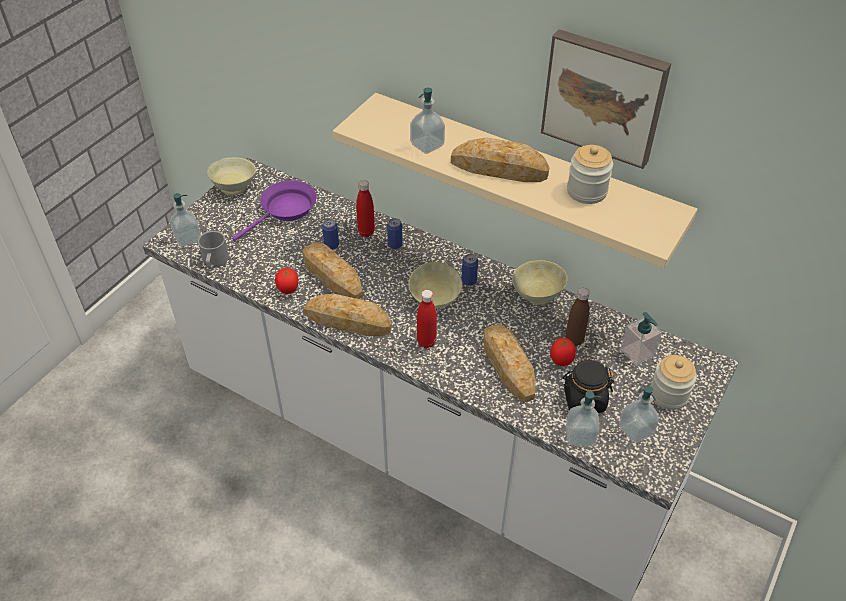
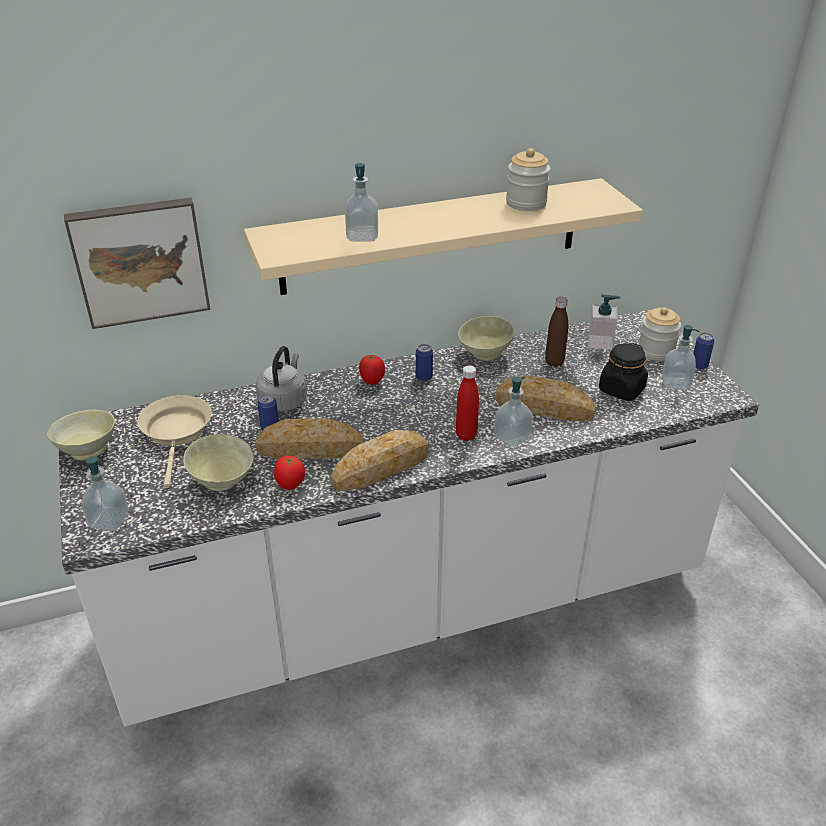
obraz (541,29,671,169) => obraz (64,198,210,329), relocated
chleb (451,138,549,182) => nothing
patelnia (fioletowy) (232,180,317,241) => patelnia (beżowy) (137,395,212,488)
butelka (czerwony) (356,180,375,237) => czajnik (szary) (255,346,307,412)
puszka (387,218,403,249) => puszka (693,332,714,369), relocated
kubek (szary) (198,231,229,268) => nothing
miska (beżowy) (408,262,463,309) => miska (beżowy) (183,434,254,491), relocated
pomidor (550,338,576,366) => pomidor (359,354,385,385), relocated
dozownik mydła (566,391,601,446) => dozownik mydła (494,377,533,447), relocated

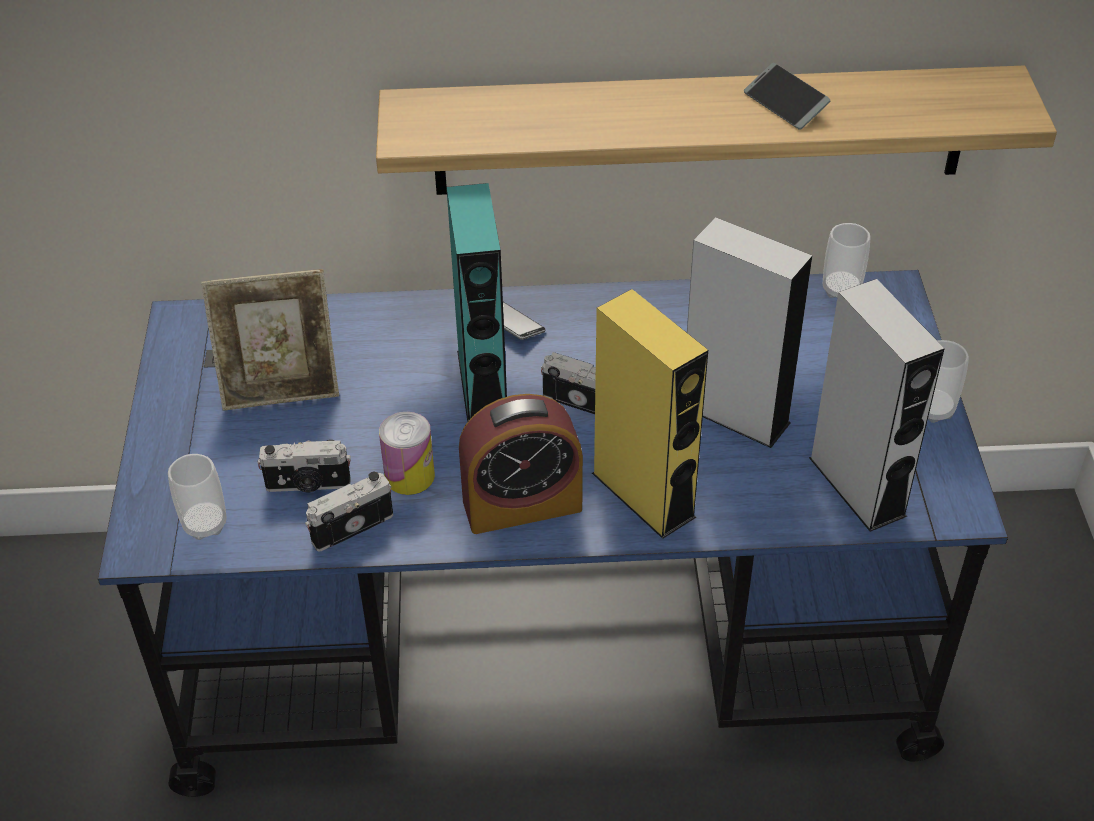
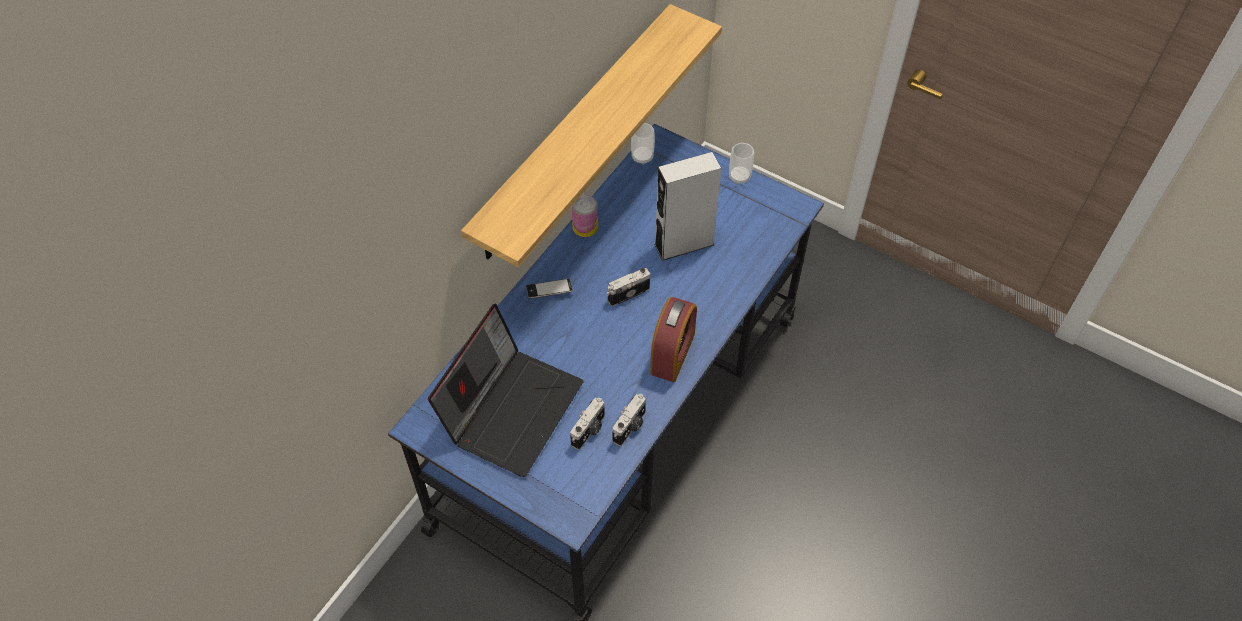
telefon (744,63,830,130) => nothing
głośnik (turkusowy) (446,183,507,422) => nothing
ramka na zdjęcie (201,269,339,411) => laptop (428,304,584,477)
głośnik (szary) (809,279,945,532) => nothing
głośnik (żółty) (592,289,708,539) => nothing
puszka (379,412,435,495) => puszka (571,195,598,237), relocated
filiżanka (168,454,227,540) => nothing
aparat fotograficzny (305,471,393,551) => aparat fotograficzny (612,394,646,446), 150 degrees counterclockwise

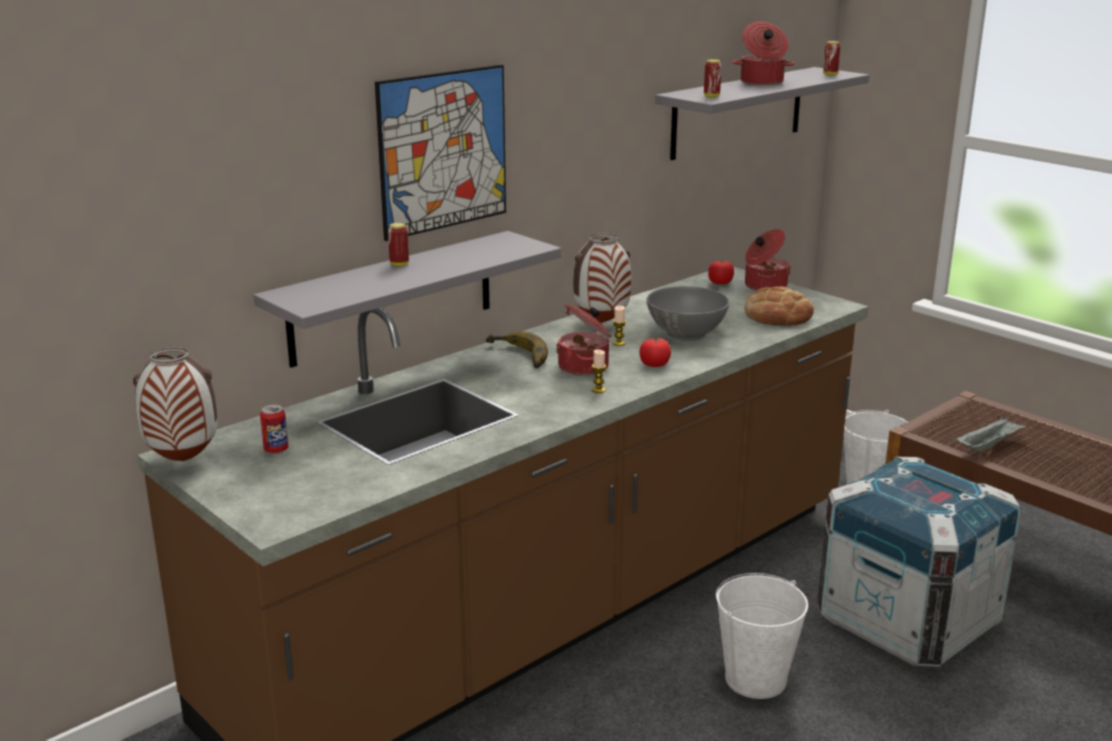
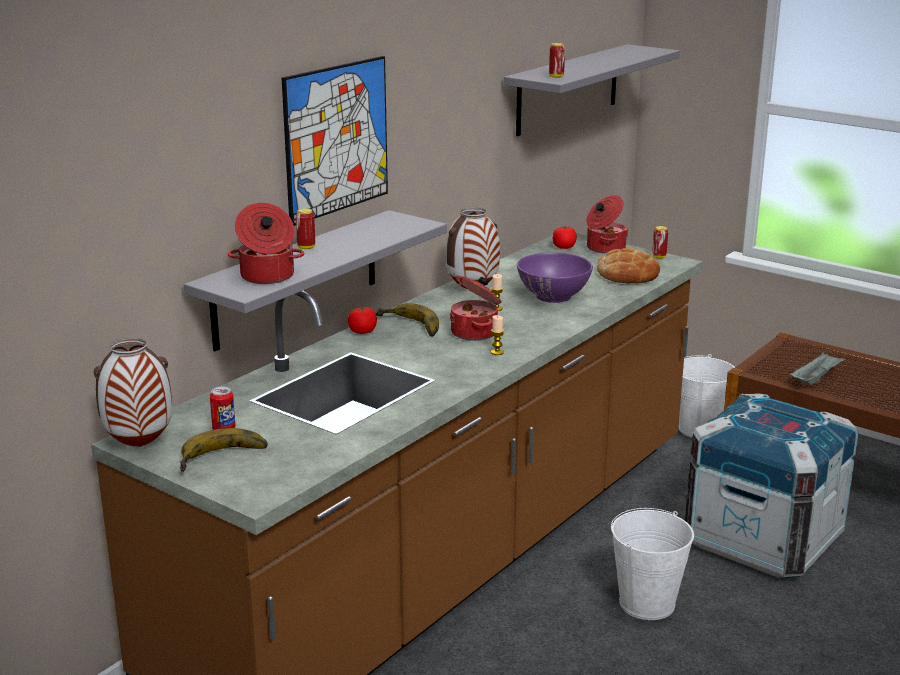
garnek (732,21,794,86) => garnek (228,203,305,284), relocated
puszka (823,41,840,75) => puszka (652,226,668,259), relocated
miska (szary) (646,286,730,341) => miska (fioletowy) (517,252,593,303)
pomidor (639,338,671,367) => pomidor (348,306,377,334), relocated
nothing => banan (179,428,268,472)

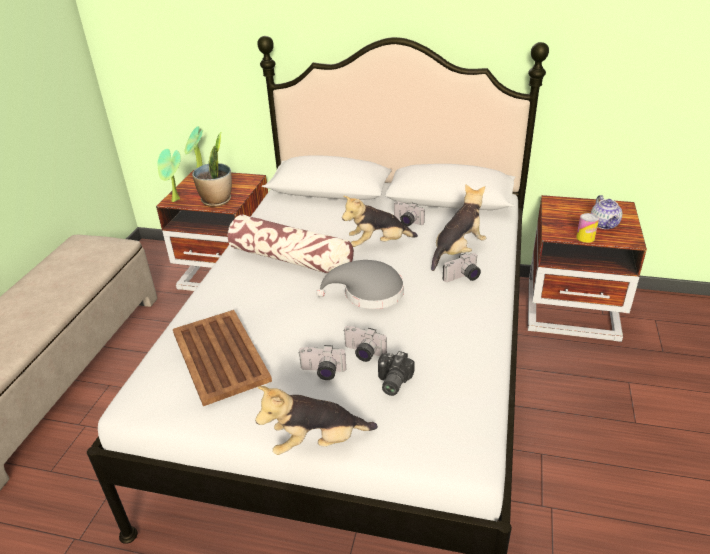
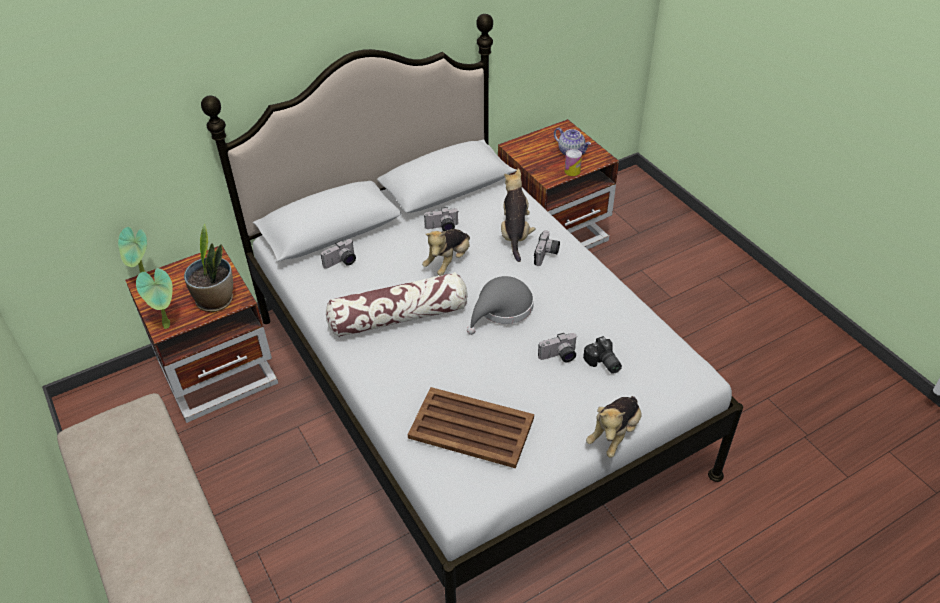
aparat fotograficzny (298,345,346,380) => aparat fotograficzny (321,239,356,269), relocated

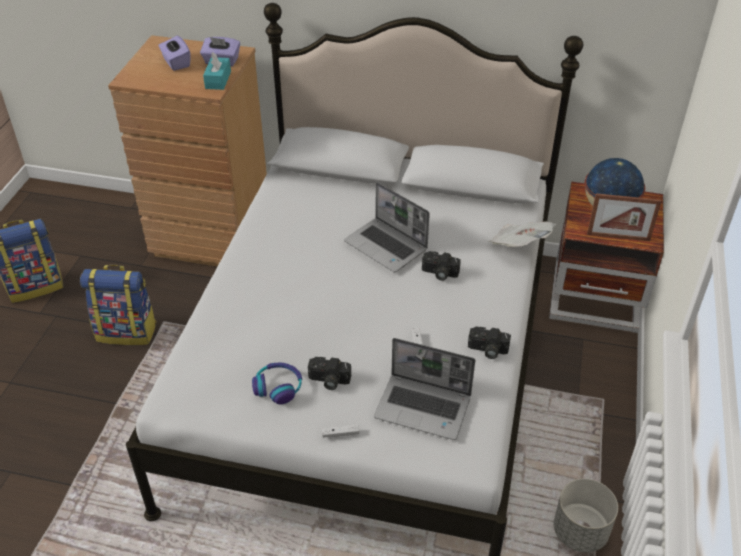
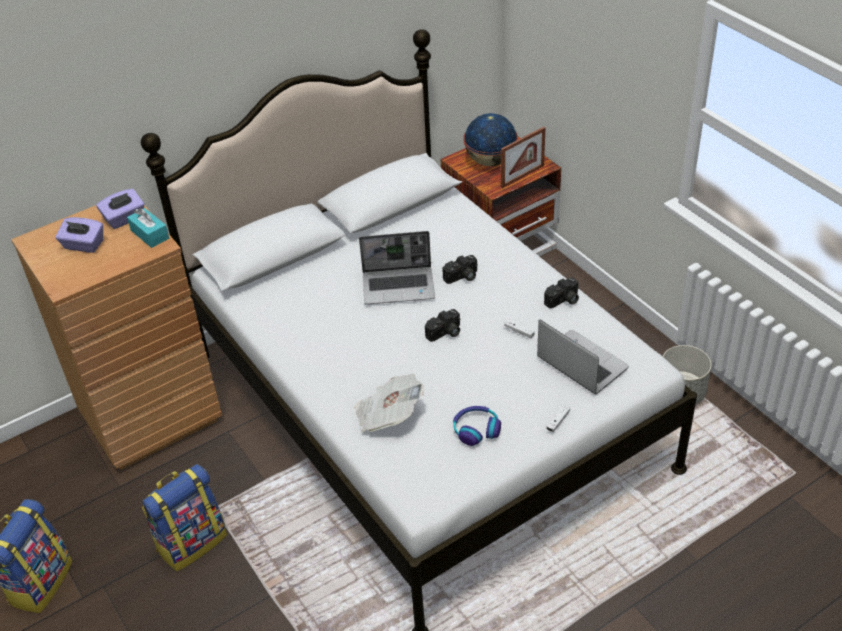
gazeta (489,221,557,247) => gazeta (354,374,424,433), relocated
laptop (374,338,475,440) => laptop (537,320,629,394), 105 degrees counterclockwise
aparat fotograficzny (308,357,351,390) => aparat fotograficzny (425,309,461,342), relocated

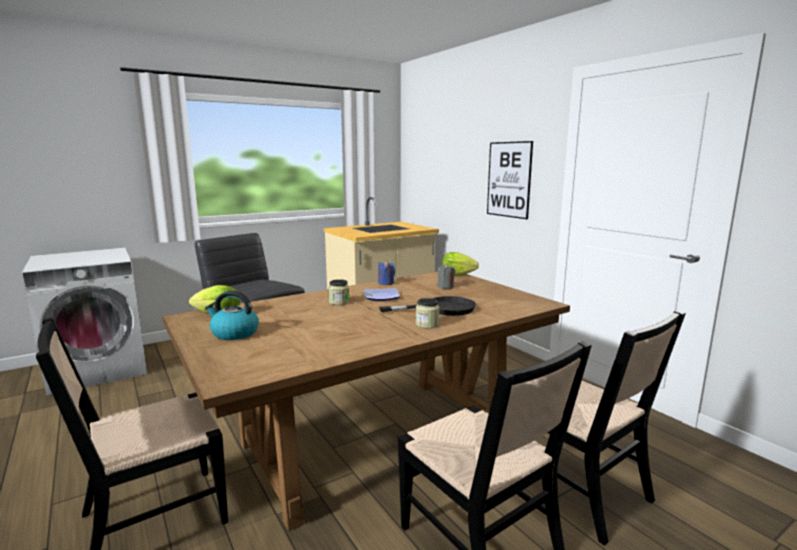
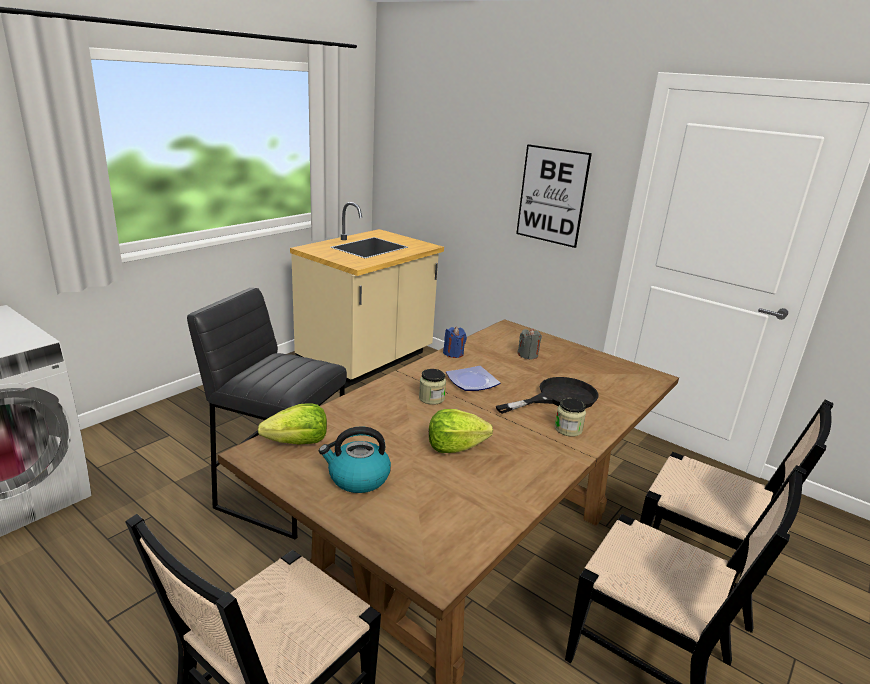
sałata (442,252,479,276) => sałata (429,409,493,453), relocated

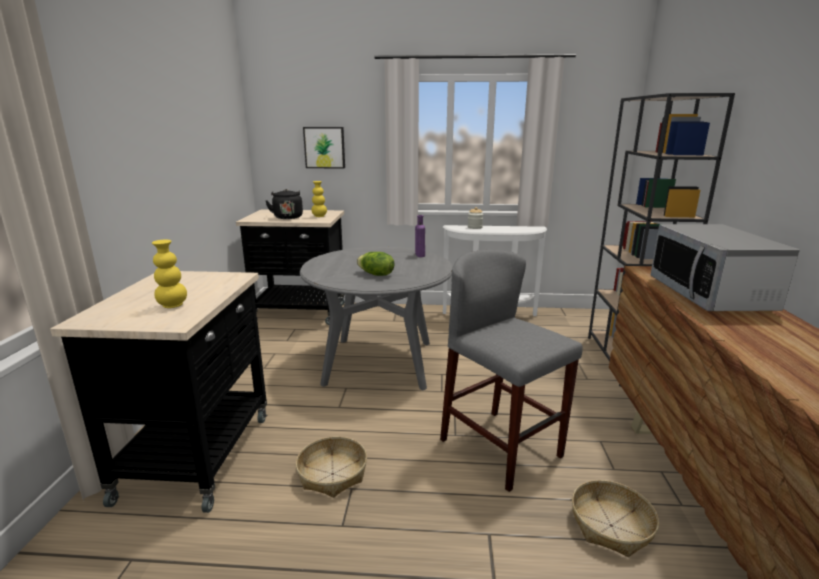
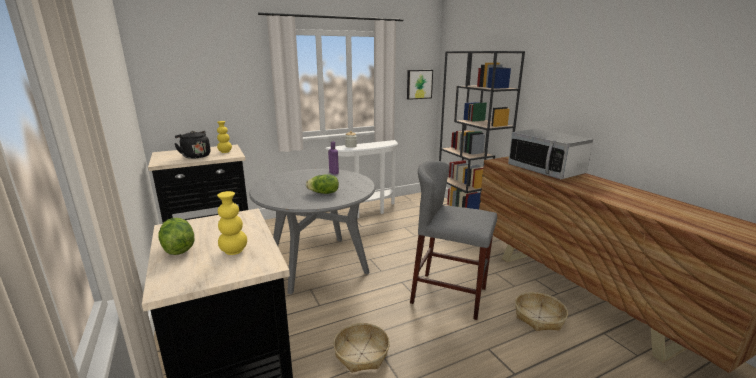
obraz (303,127,345,169) => obraz (407,70,433,100), relocated
nothing => sałata (159,218,195,255)

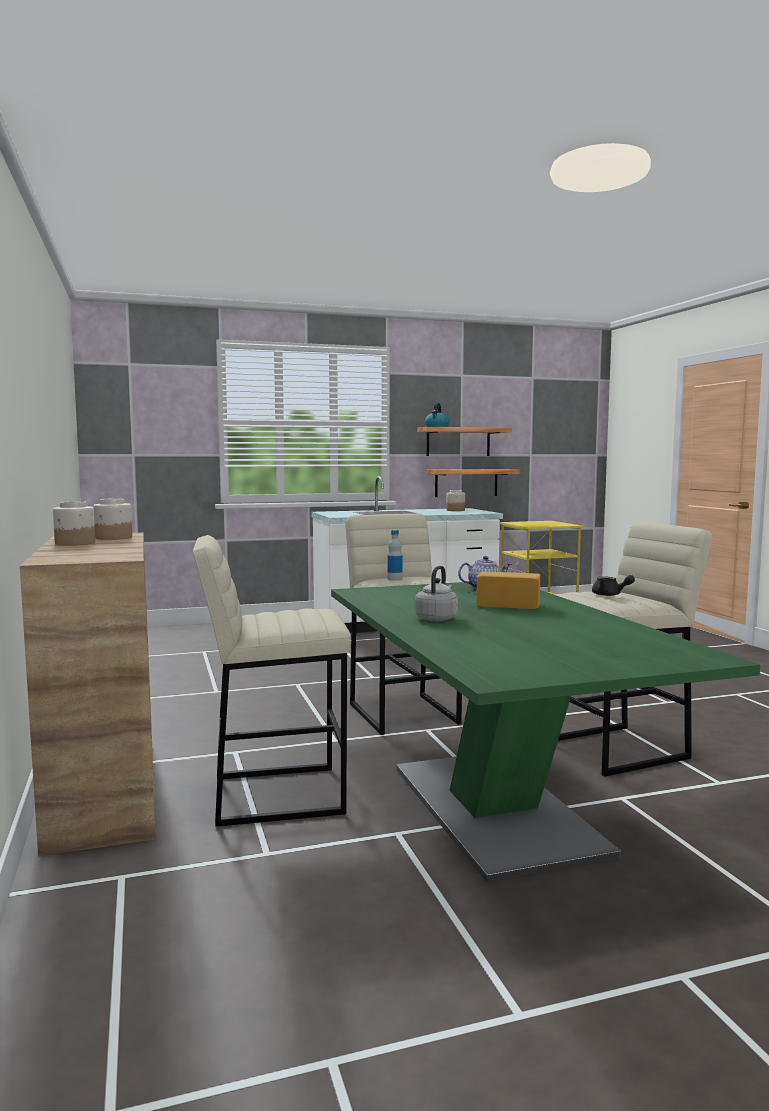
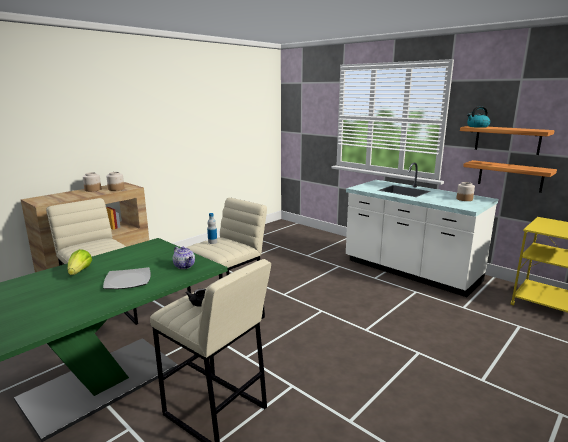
czajnik (szary) (415,566,458,621) => sałata (68,249,92,275)
chleb (476,571,540,609) => talerz (103,267,151,289)

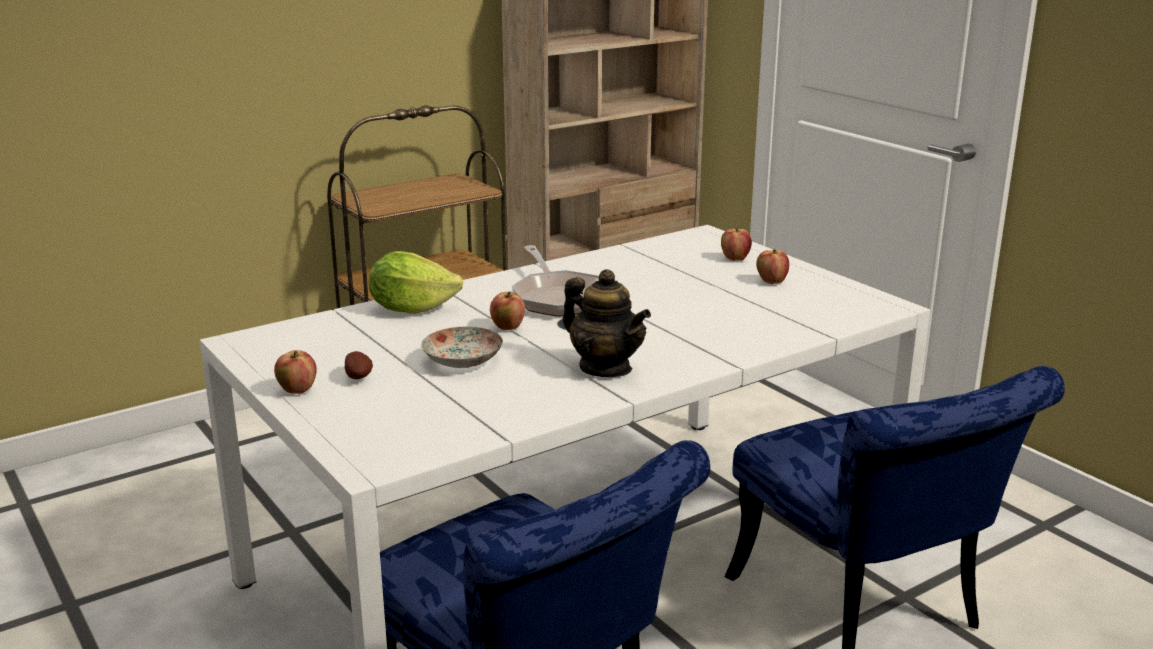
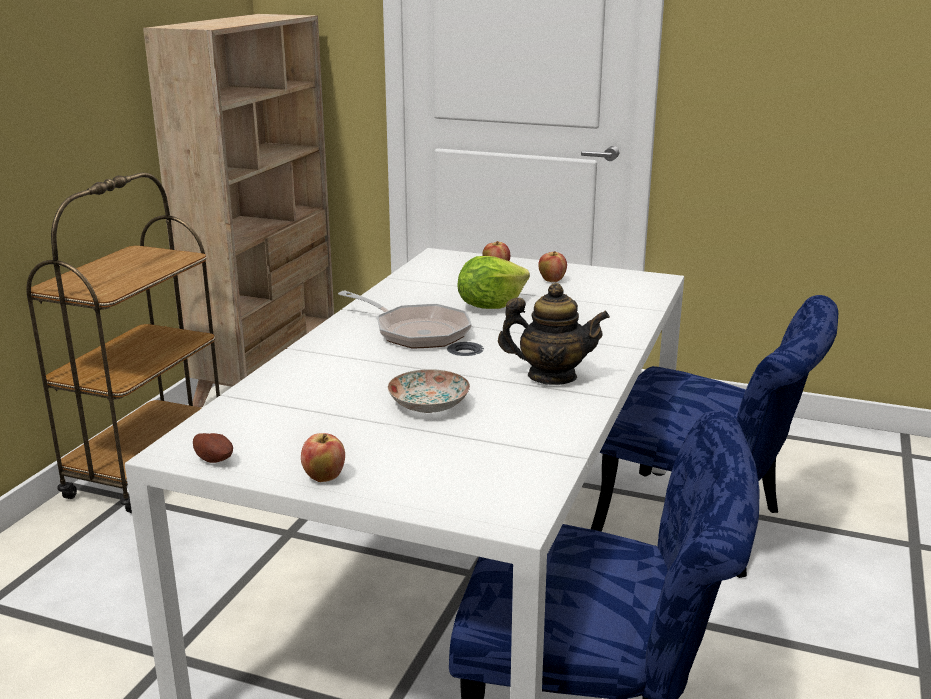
sałata (369,251,463,314) => sałata (457,256,530,309), relocated
jabłko (490,291,525,330) => nothing
ziemniak (344,351,373,379) => ziemniak (193,433,233,463), relocated

